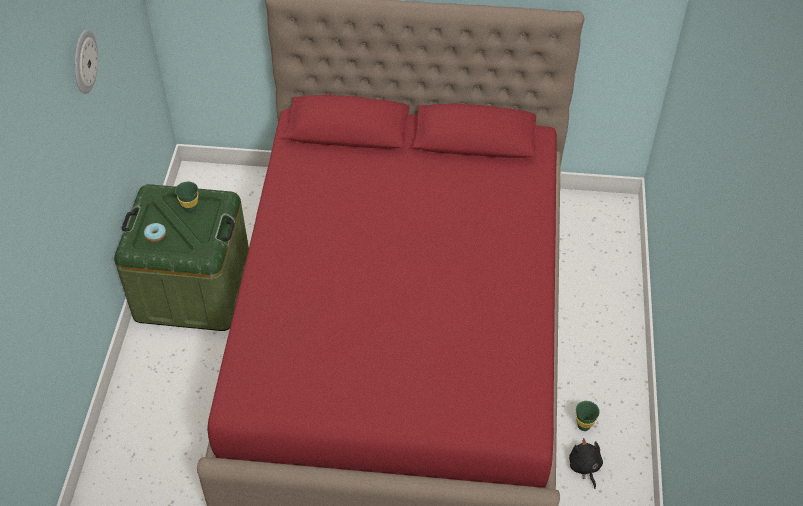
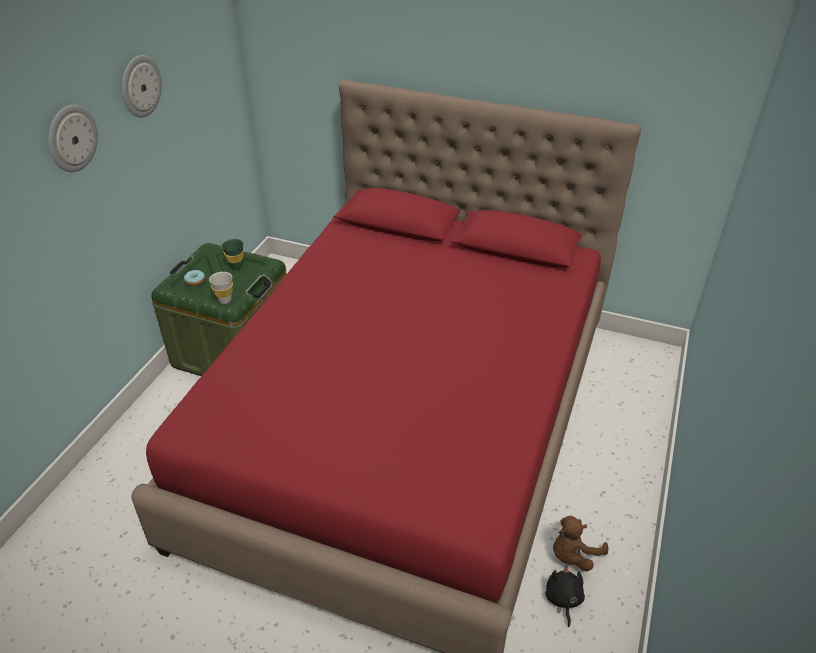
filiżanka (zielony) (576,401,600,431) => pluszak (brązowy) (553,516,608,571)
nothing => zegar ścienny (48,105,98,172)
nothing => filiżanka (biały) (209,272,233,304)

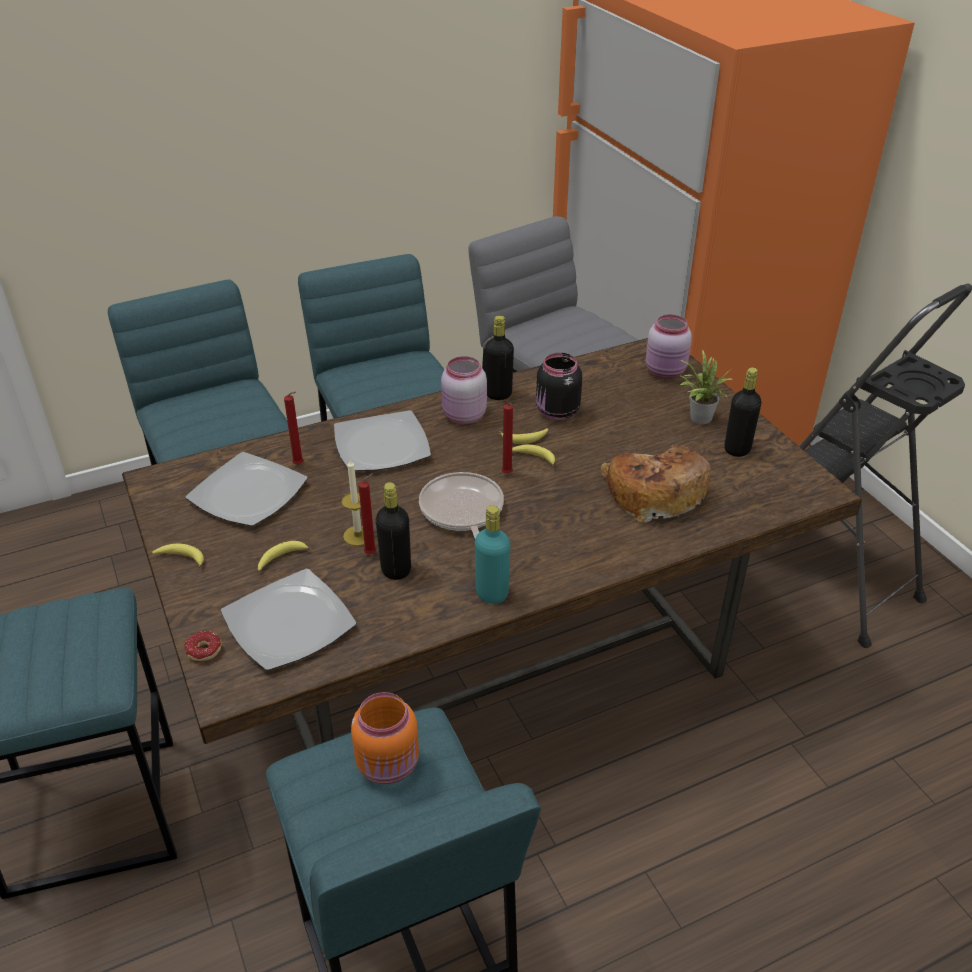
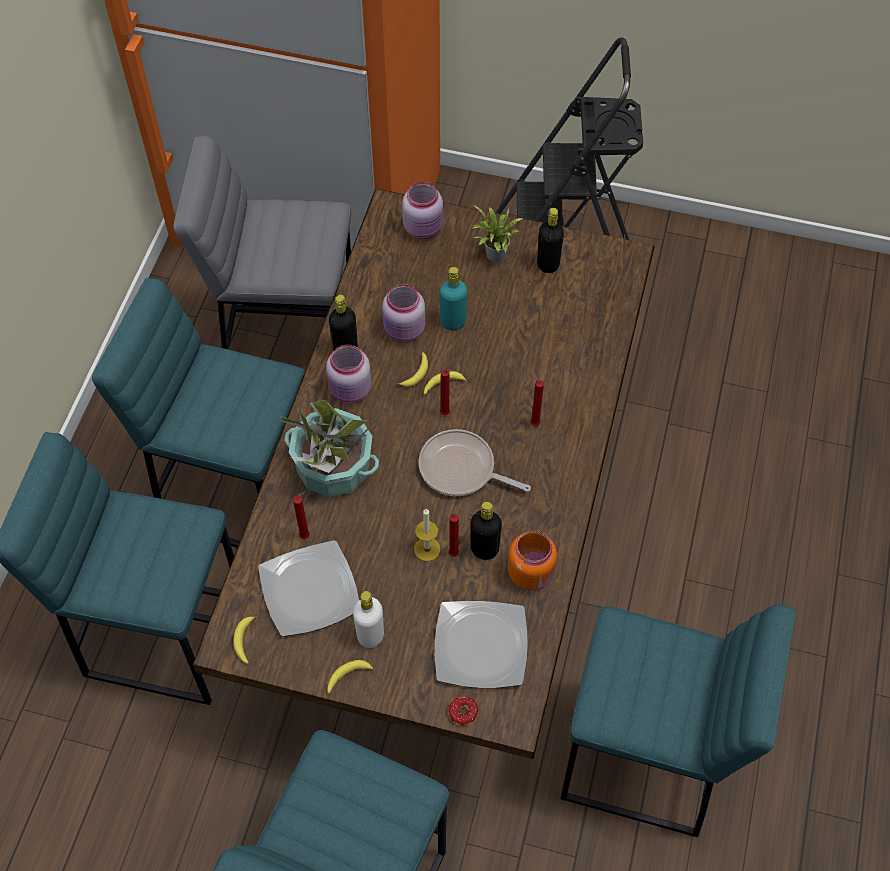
słoik (czarny) (536,353,582,420) => słoik (różowy) (382,284,425,343)
talerz (334,410,431,471) => roślina doniczkowa (279,400,383,497)
chleb (601,444,711,522) => nothing
butelka (turkusowy) (475,505,510,604) => butelka (turkusowy) (440,267,468,330), relocated
banan (258,541,311,571) => banan (233,615,257,664), relocated
słoik (pomarańczowy) (351,692,419,784) => słoik (pomarańczowy) (508,531,557,591), relocated
nothing => świeca (czerwony) (530,373,544,426)
nothing => butelka (biały) (353,591,384,648)

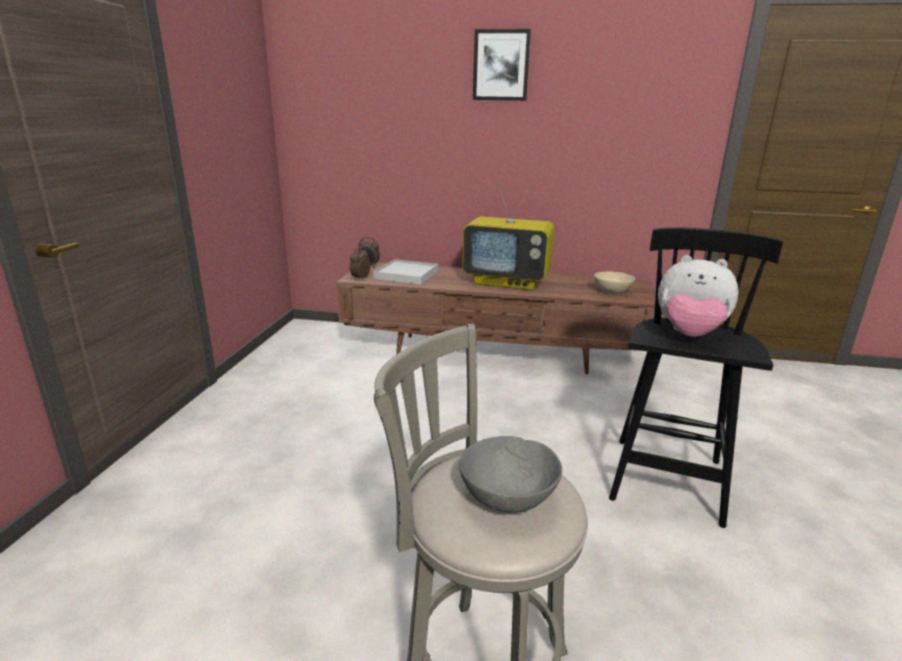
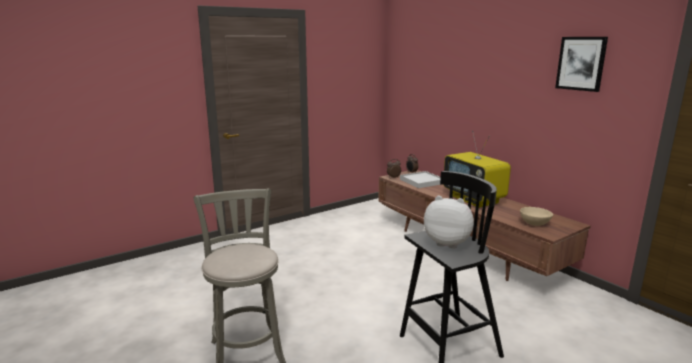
obraz (473,29,531,101) => obraz (555,37,608,92), relocated
pluszak (658,255,738,337) => pluszak (424,196,474,249), 135 degrees clockwise
miska (szary) (459,436,562,513) => nothing

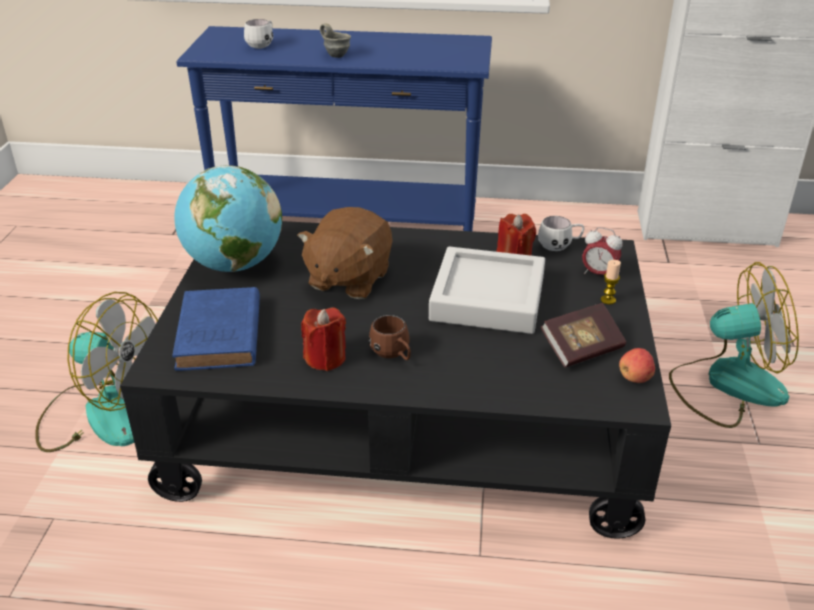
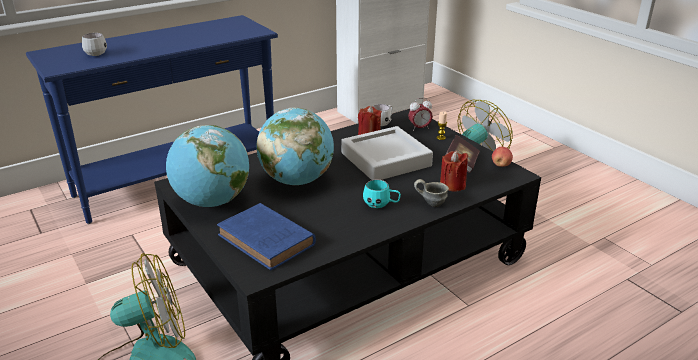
kubek (szary) (320,23,351,58) => kubek (szary) (414,179,449,207), relocated
pluszak (brązowy) (297,207,393,299) => globus (257,108,334,185)
świeca (czerwony) (301,308,346,371) => świeca (czerwony) (440,151,468,192), relocated
kubek (brązowy) (369,315,411,360) => kubek (turkusowy) (363,179,401,208)

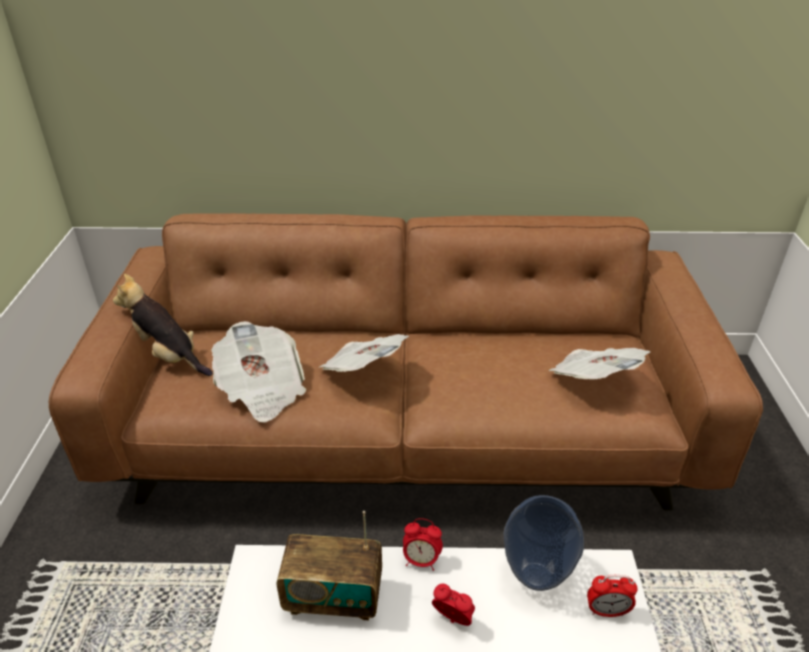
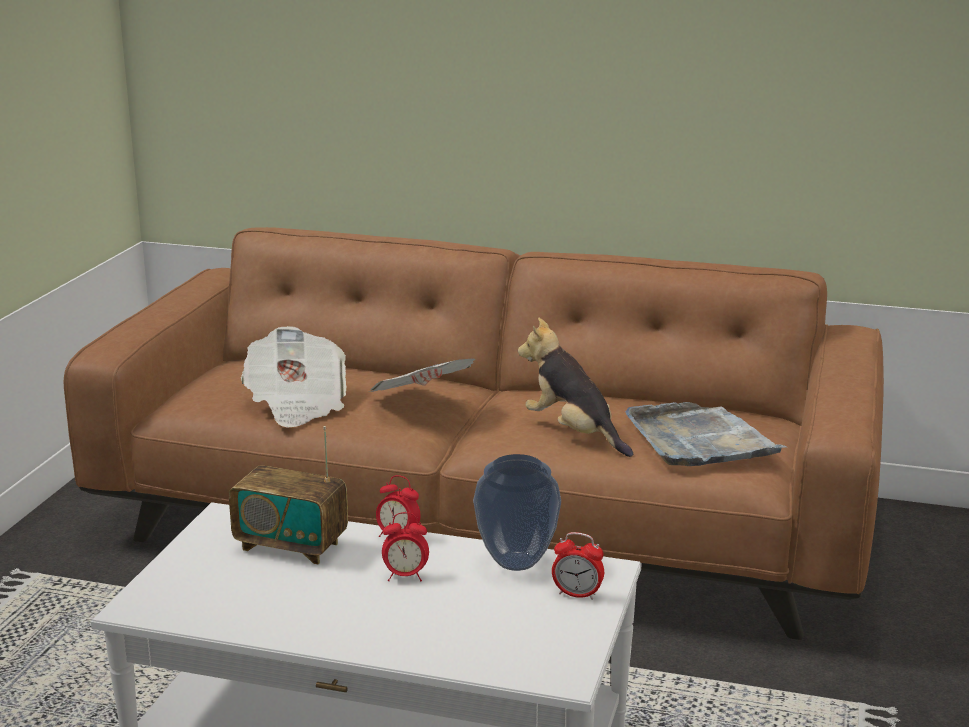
pluszak (113,274,213,376) => pluszak (518,318,633,457), relocated
gazeta (548,348,650,379) => taca (szary) (625,402,787,466)
budzik (432,584,475,626) => budzik (382,512,429,581), 135 degrees clockwise

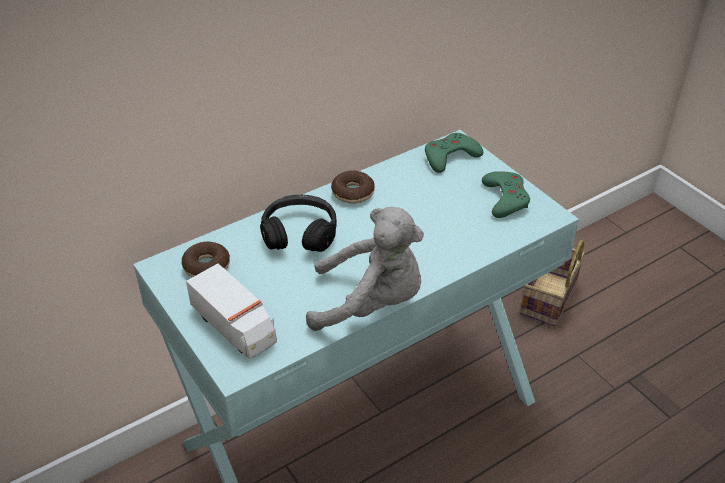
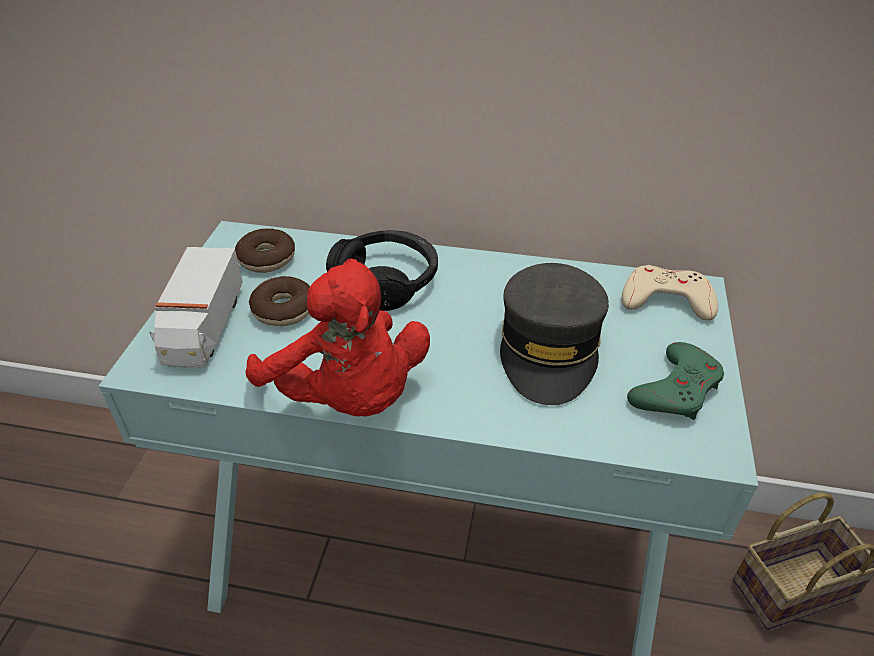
pad do gier (zielony) (425,133,483,173) => pad do gier (beżowy) (622,265,718,320)
donut (331,171,375,204) => donut (249,276,310,326), relocated
pluszak (szary) (306,207,424,331) => pluszak (czerwony) (246,259,430,416)
nothing => czapka z daszkiem (szary) (500,263,609,405)

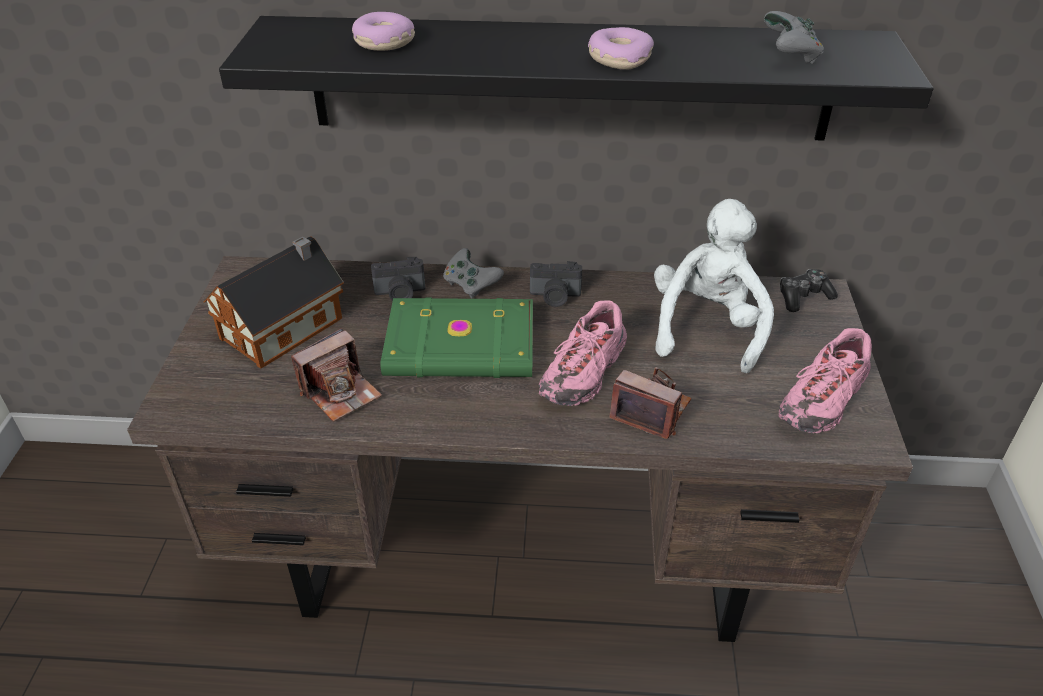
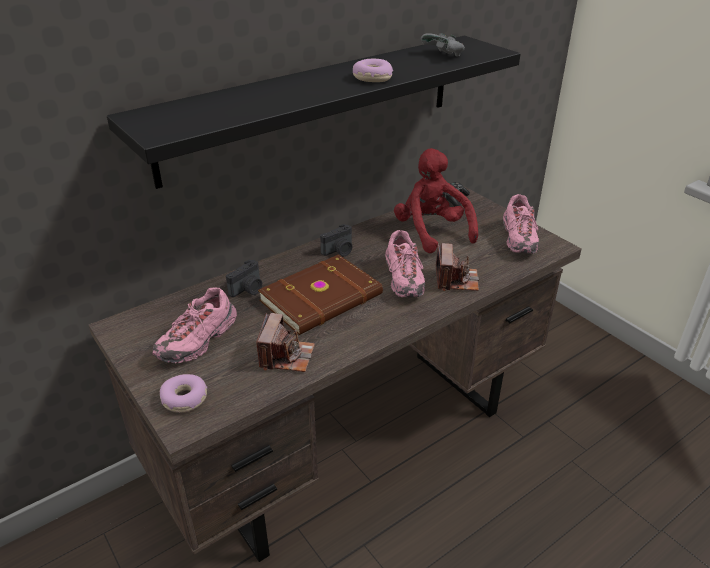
donut (352,12,415,51) => donut (160,374,207,413), relocated
pluszak (biały) (654,199,774,373) => pluszak (czerwony) (394,148,478,253)
domek (203,236,344,369) => but (różowy) (152,288,237,363)
pad do gier (szary) (443,248,504,298) => nothing
książka (zielony) (380,298,533,378) => książka (brązowy) (258,254,383,335)
aparat fotograficzny (609,367,691,439) => aparat fotograficzny (436,243,479,291), 105 degrees clockwise

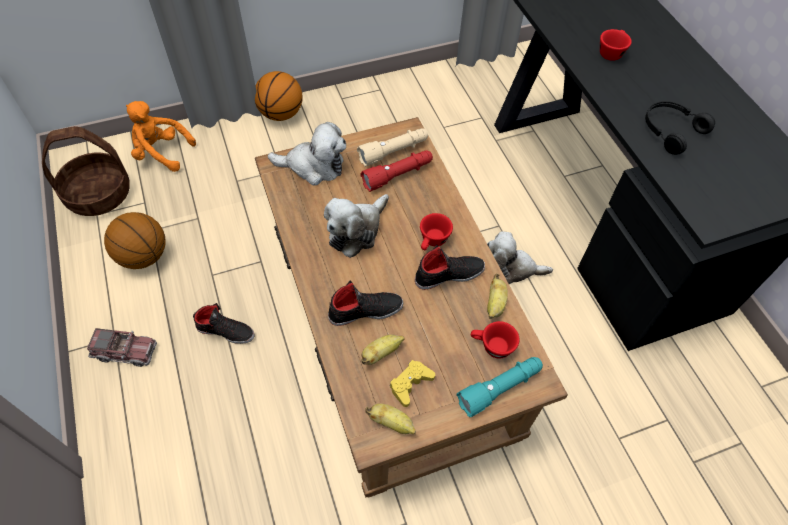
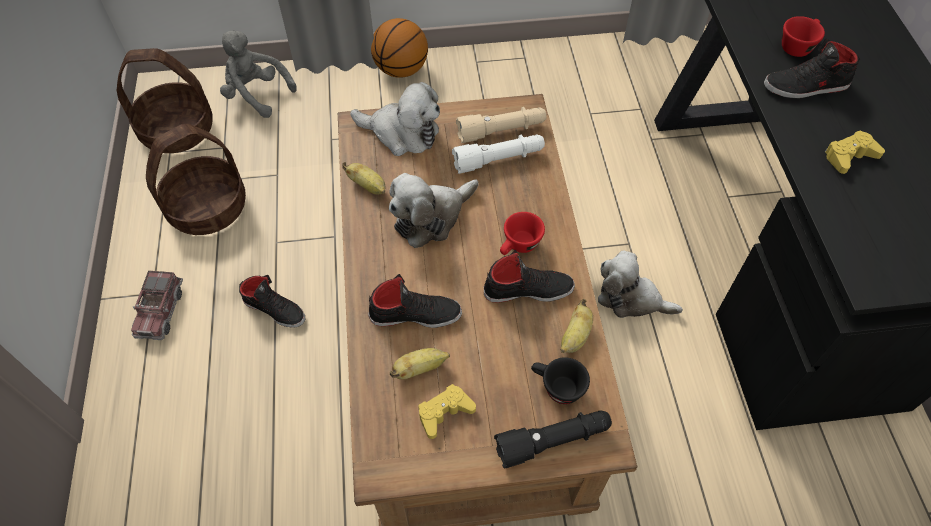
pluszak (pomarańczowy) (126,101,196,172) => pluszak (szary) (220,30,297,118)
słuchawki (czarny) (645,101,715,155) => pad do gier (żółty) (824,130,885,174)
latarka (czerwony) (361,150,433,192) => latarka (biały) (452,135,545,174)
piłka do koszykówki (104,212,166,269) => koszyk (146,124,246,235)
filiżanka (czerwony) (471,321,519,358) => filiżanka (czarny) (531,357,590,404)
ciężarówka zabawkowa (87,328,157,367) => ciężarówka zabawkowa (131,271,183,340), 75 degrees clockwise
latarka (turkusowy) (456,357,543,417) => latarka (czarny) (494,410,612,468)
banan (365,404,416,434) => banan (342,162,386,195), relocated
nothing => but (czarny) (764,38,860,98)

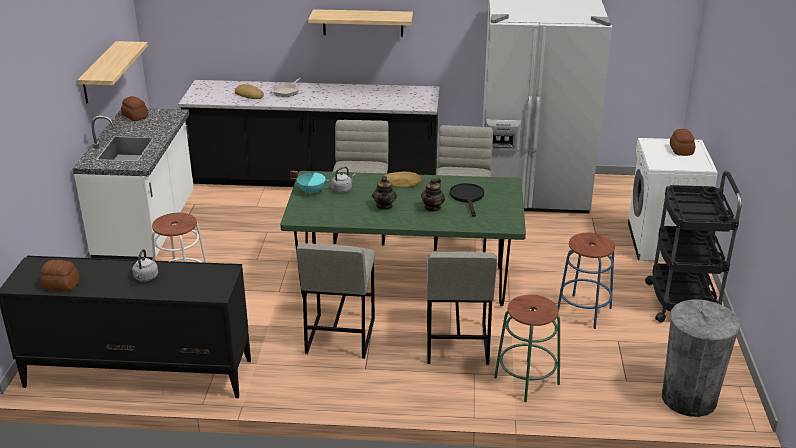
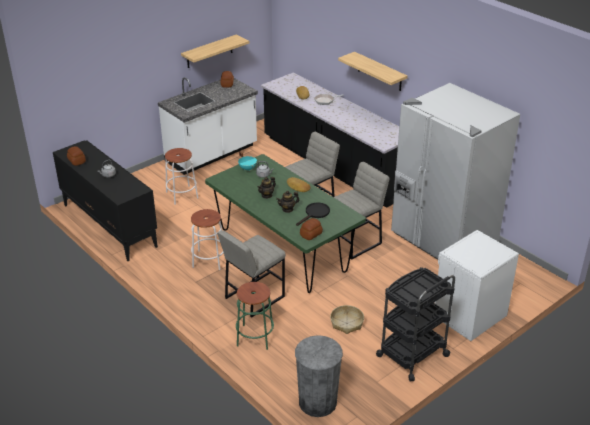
chleb (670,129,695,156) => chleb (300,218,323,240), relocated
stołek (niebieski) (557,233,615,329) => koszyk (330,305,364,334)
krzesło (szary) (296,243,375,359) => stołek (biały) (191,209,224,270)

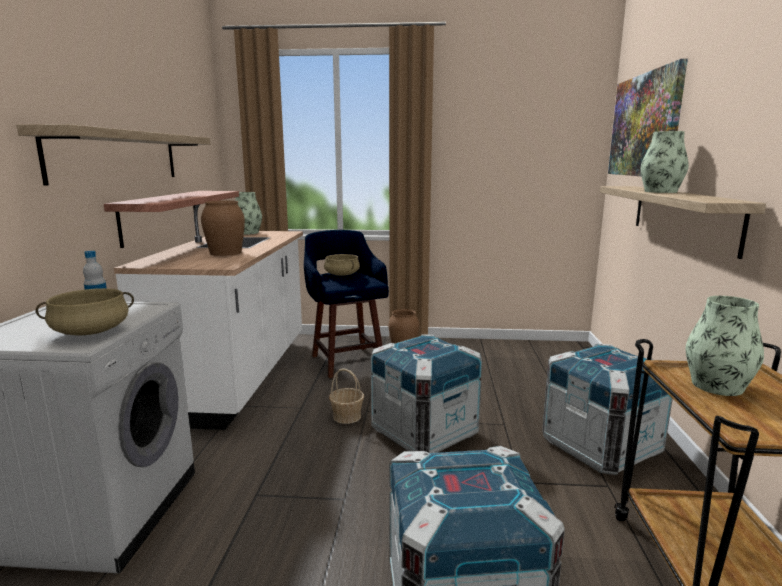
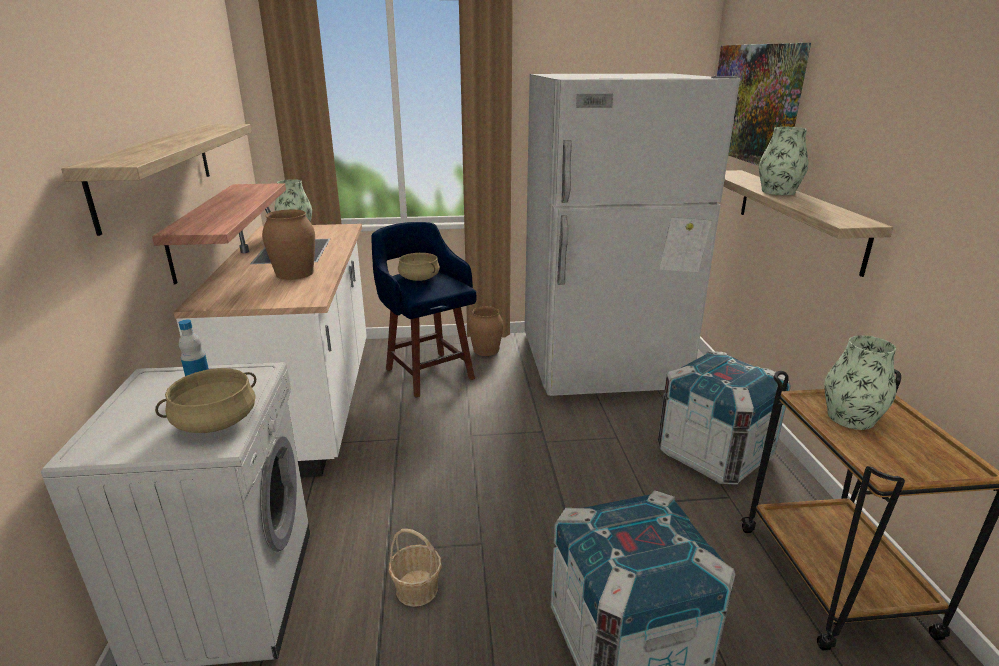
skrzynka (371,334,482,453) => nothing
koszyk (329,369,364,424) => koszyk (389,529,442,607), relocated
nothing => lodówka (biały) (525,74,740,396)

